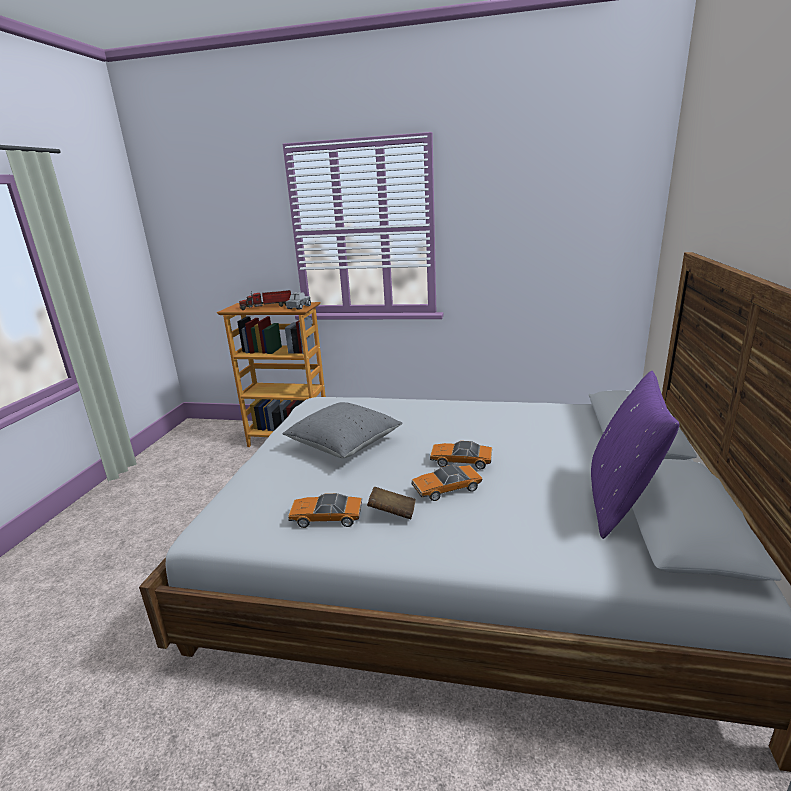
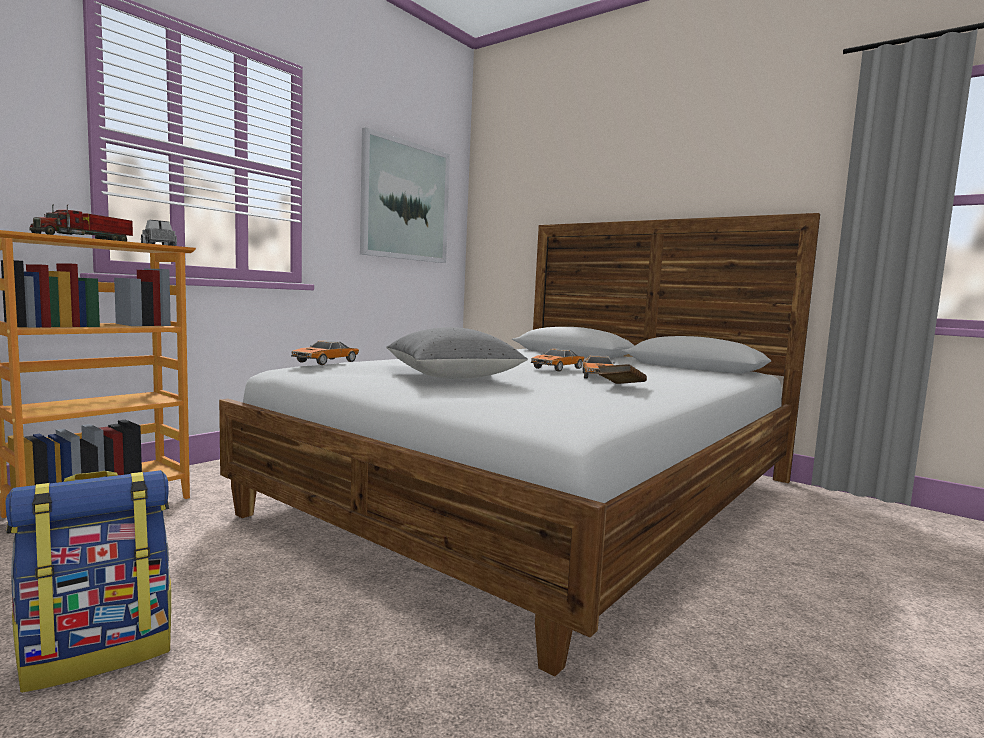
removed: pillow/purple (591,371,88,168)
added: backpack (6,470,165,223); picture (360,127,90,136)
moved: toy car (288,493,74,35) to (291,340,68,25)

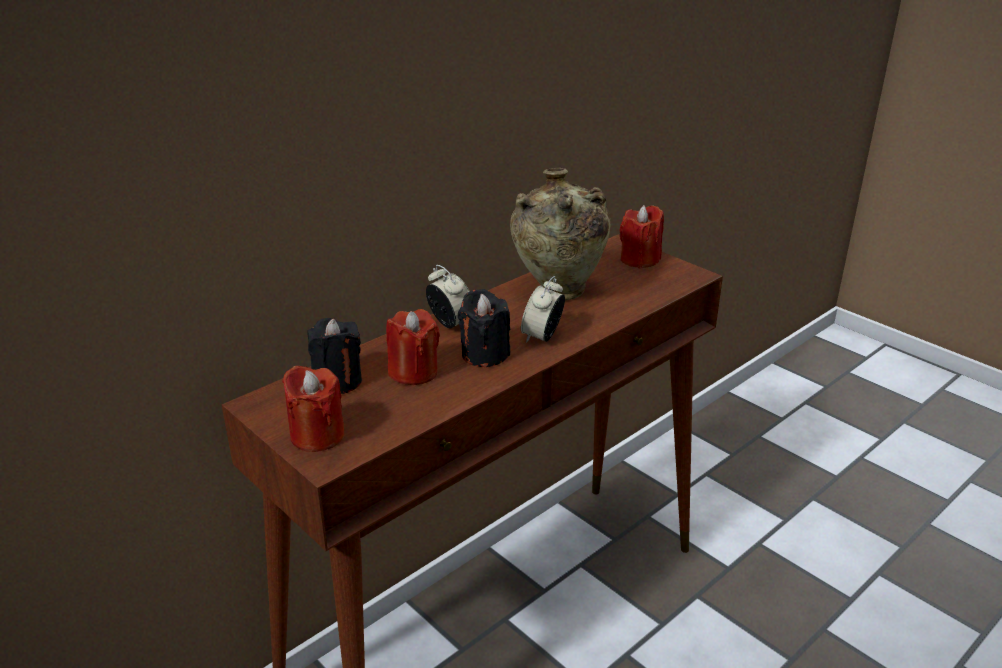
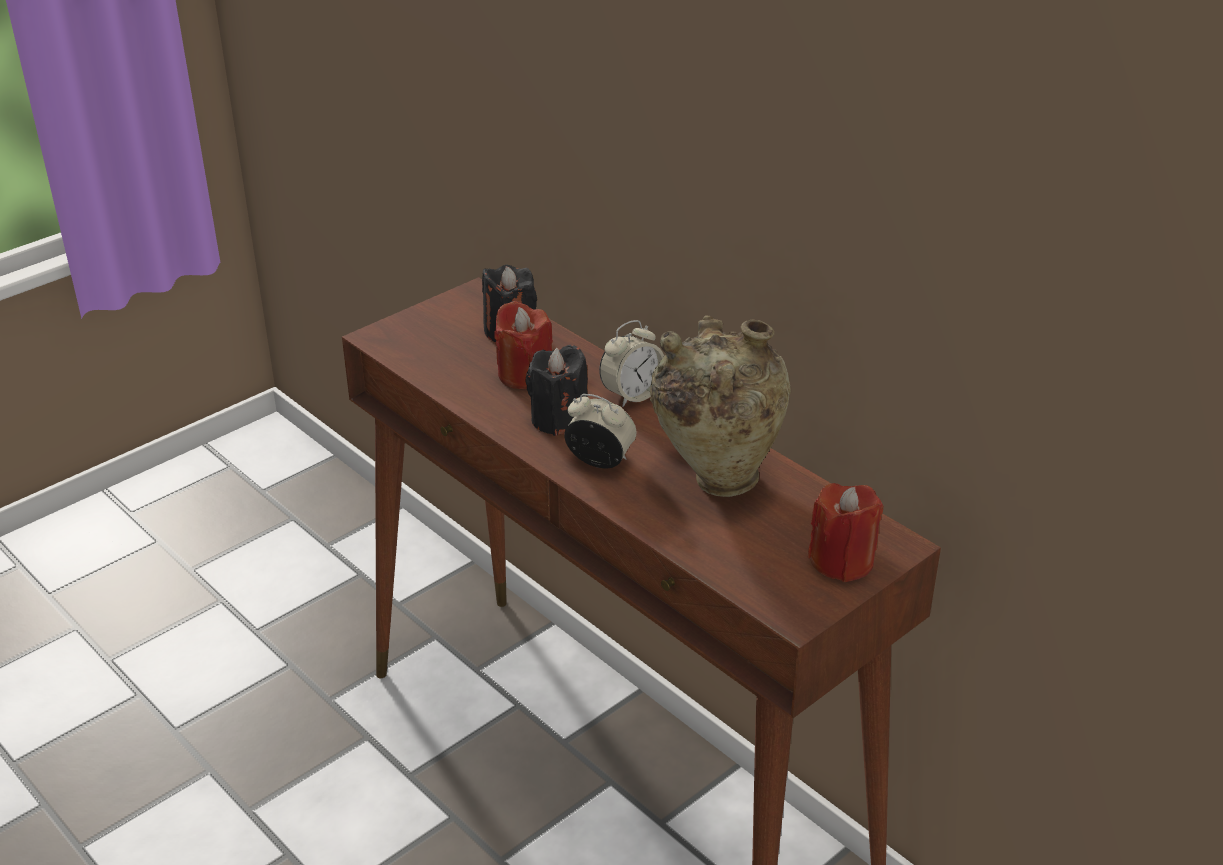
removed: candle/red (282,365,62,87)

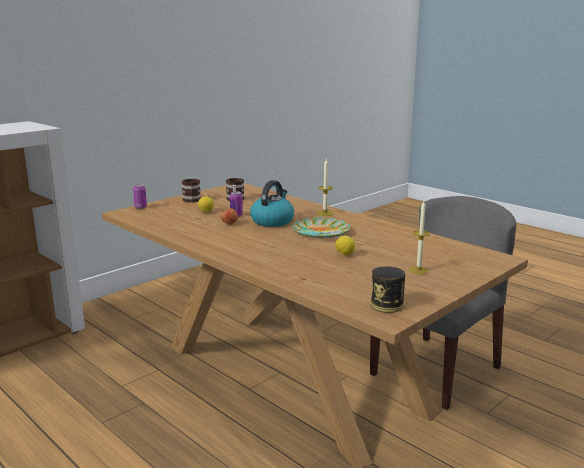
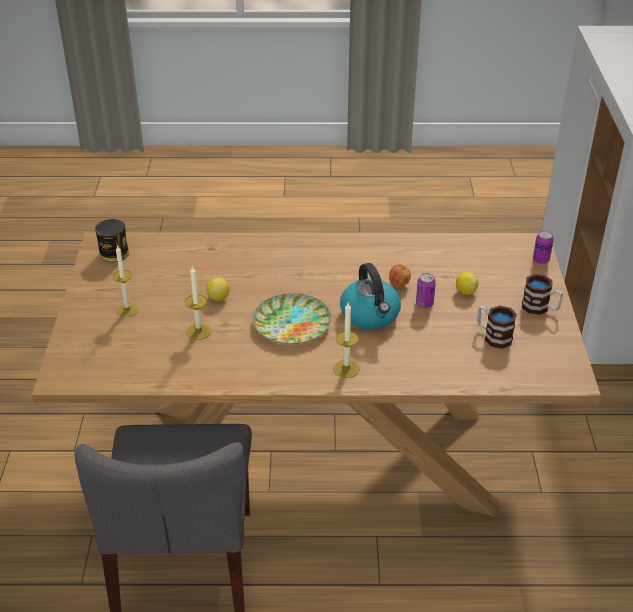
added: candle (185,266,26,74)

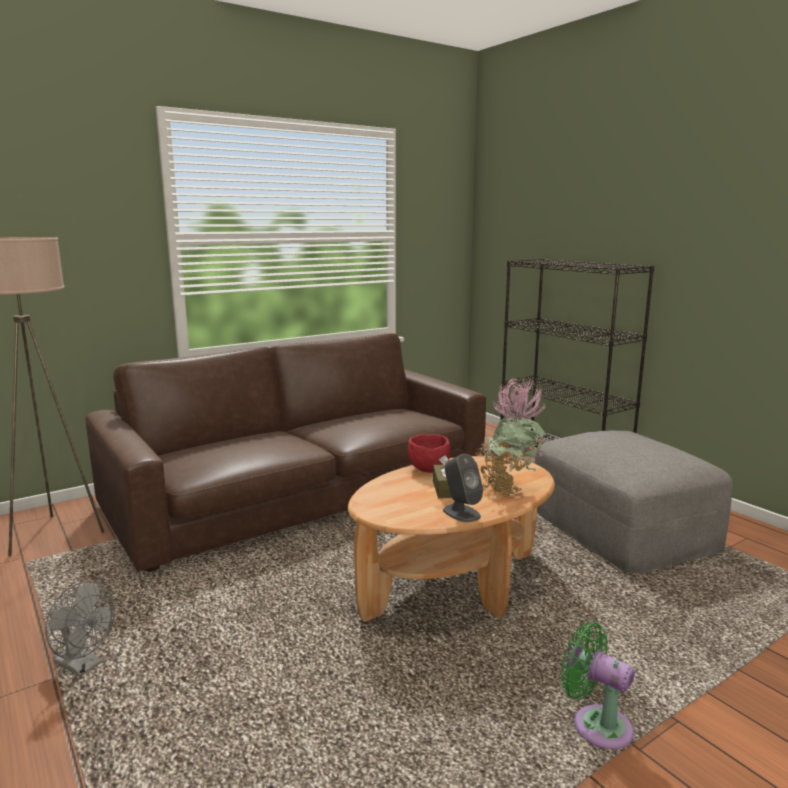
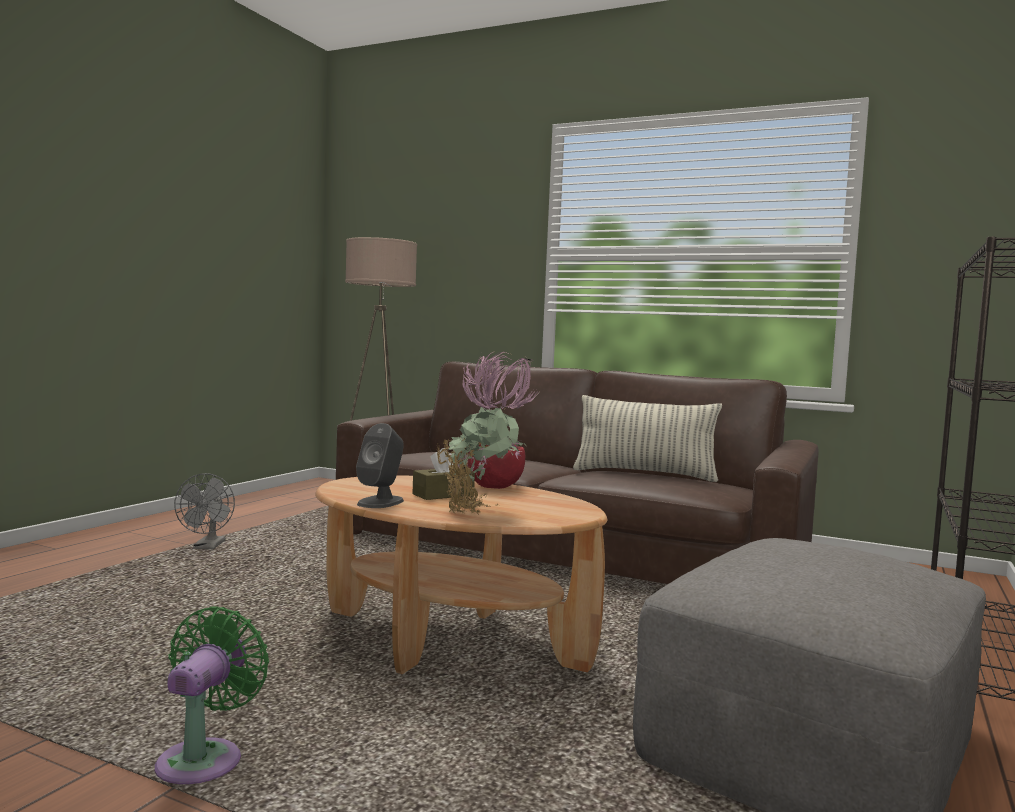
added: pillow (573,395,149,87)

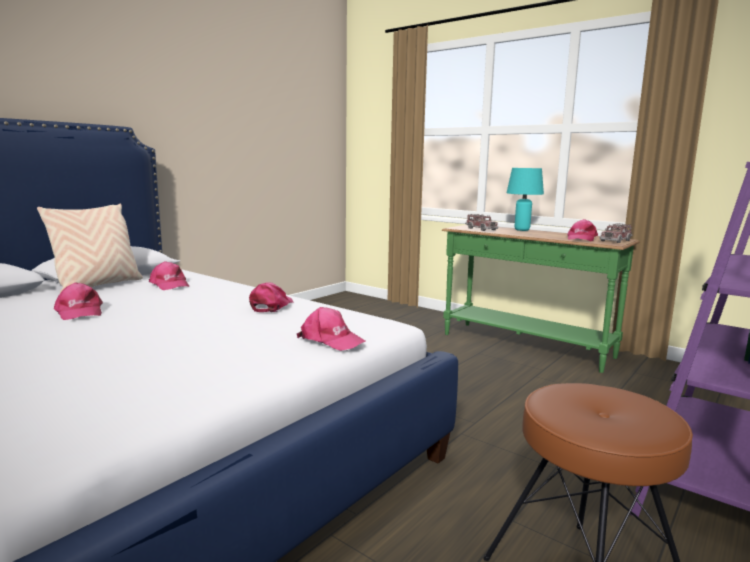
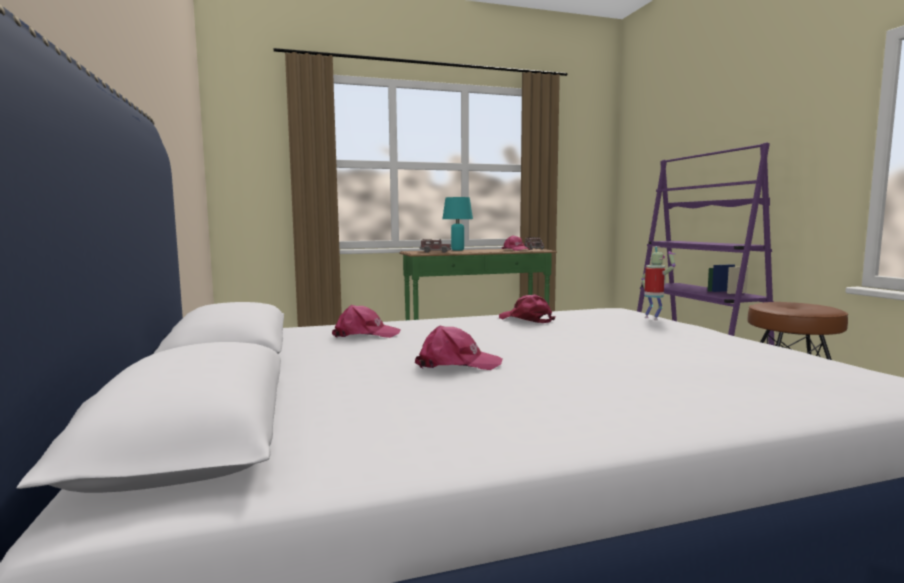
removed: pillow/beige (37,203,106,90)
replaced: cap/pink (297,307,69,44) to toy robot (641,246,35,74)

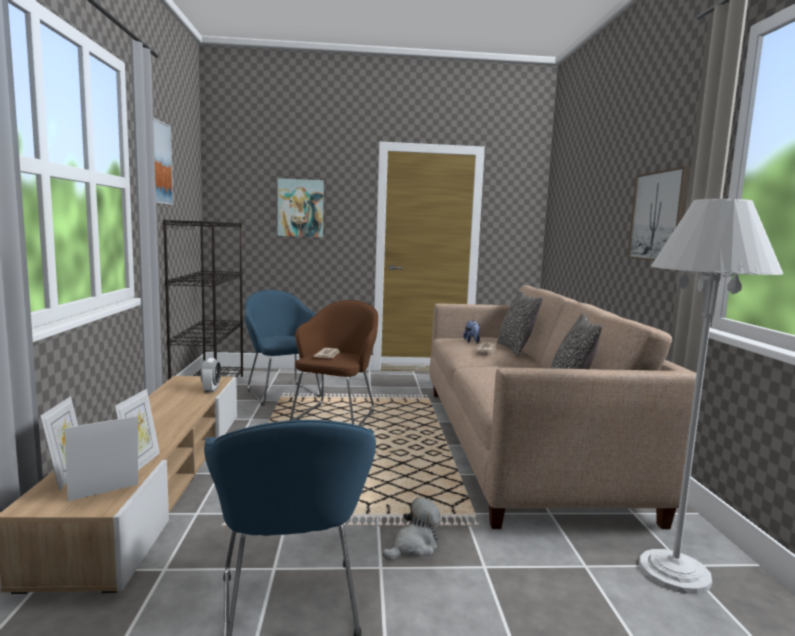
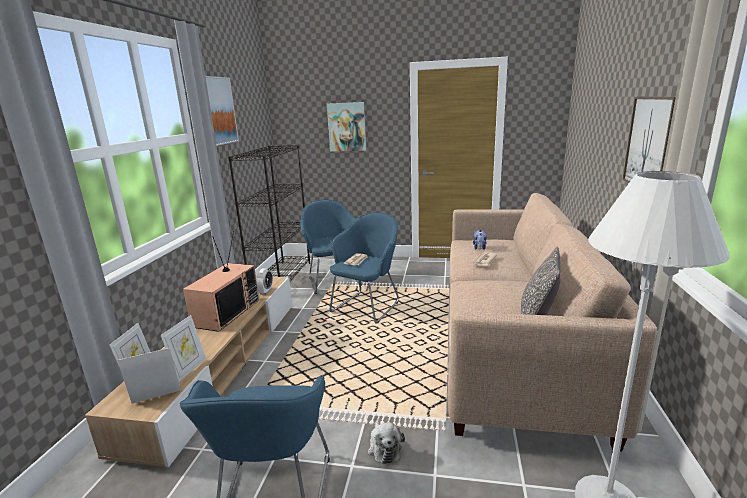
removed: pillow (497,290,46,67)
added: television (183,231,76,101)
recoloured: armchair/brown (290,300,88,126) to armchair/blue (330,212,69,112)
turned: plush toy (382,497,59,63) = (368,420,37,44) 105 degrees clockwise

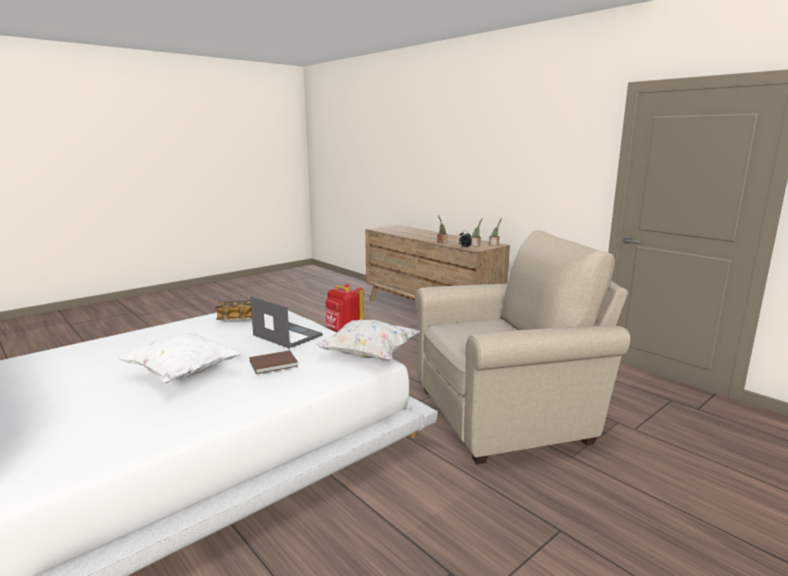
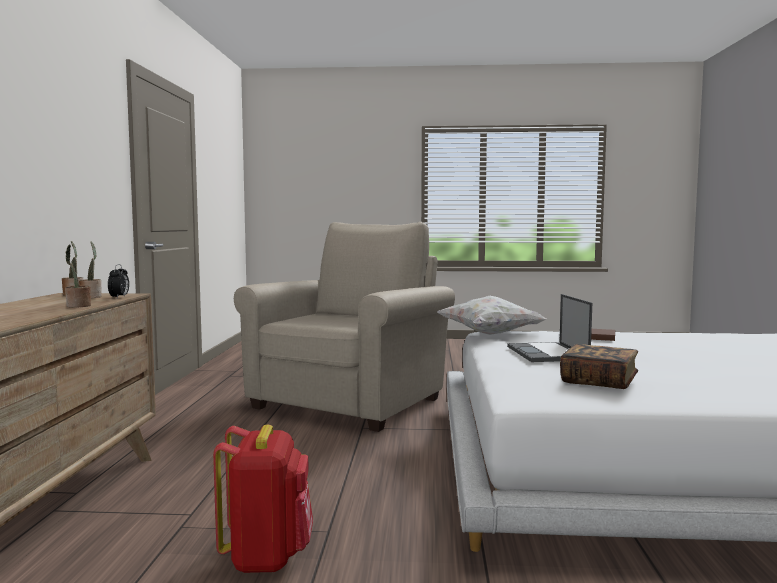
removed: pillow/white (118,332,123,51)
turned: armchair/beige (415,230,215,235) = (234,222,221,210) 90 degrees clockwise

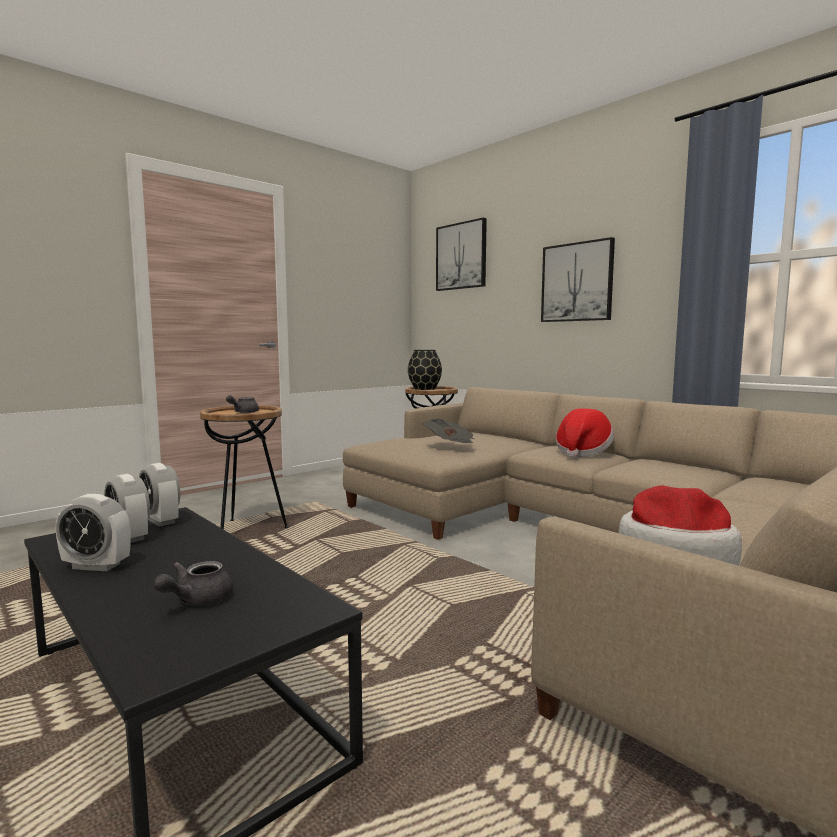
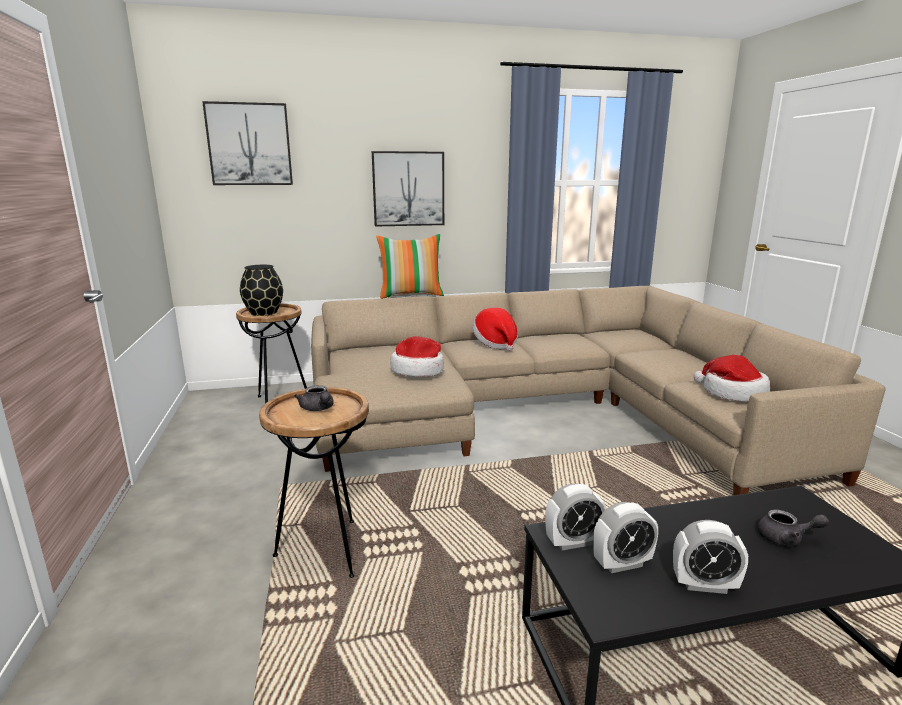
added: pillow (376,234,68,65)
replaced: newspaper (422,419,52,24) to hat (390,336,54,41)
turned: alarm clock (56,494,75,77) = (673,520,75,74) 60 degrees clockwise; teapot/grey (154,561,79,45) = (757,509,72,37) 45 degrees counterclockwise

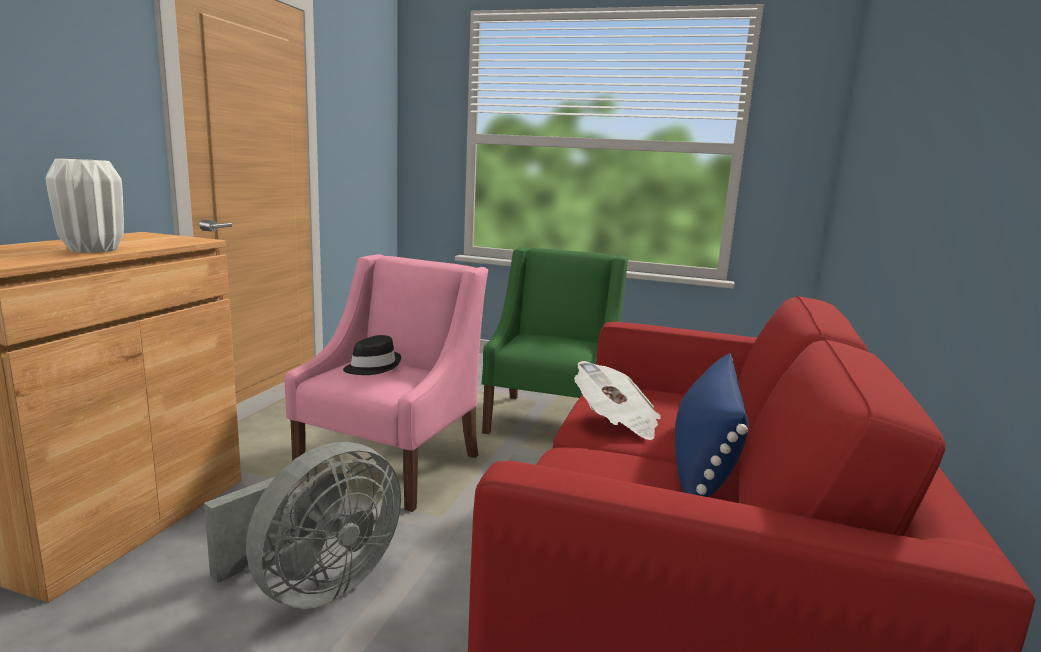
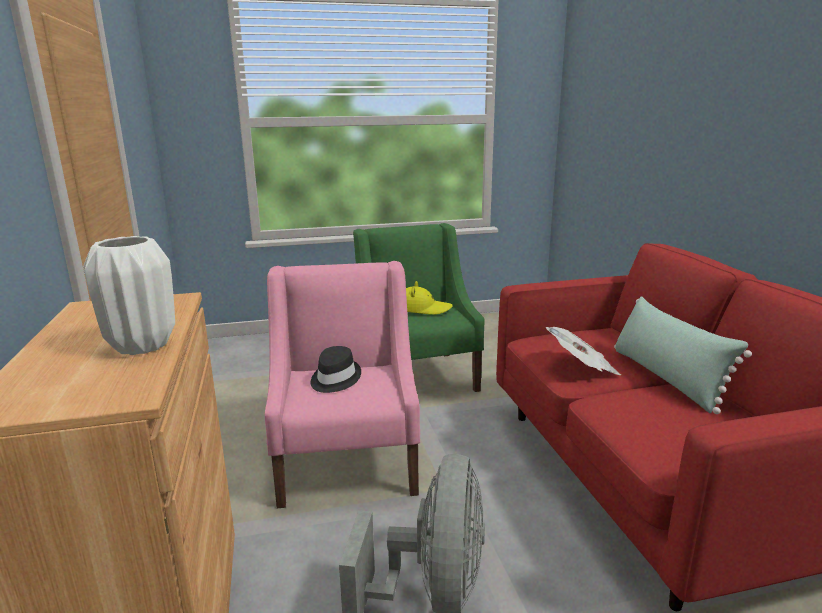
added: hat/yellow (406,281,47,34)
recoloured: pillow/blue (675,353,74,144) to pillow/green (614,296,138,118)

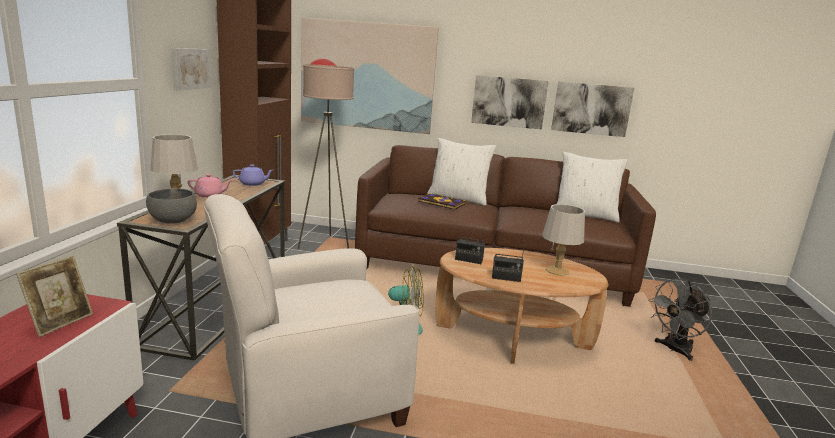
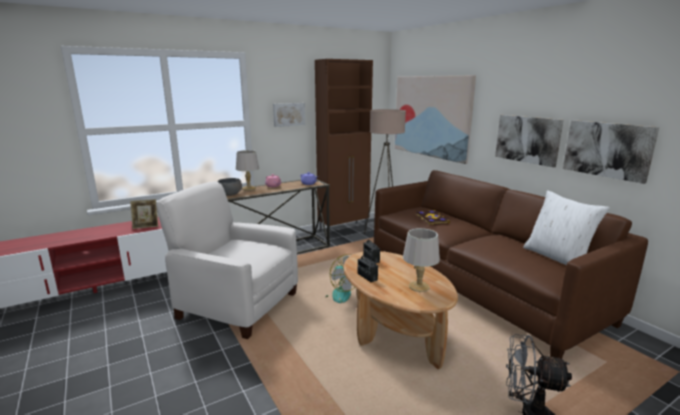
removed: pillow/white (427,138,69,68)

